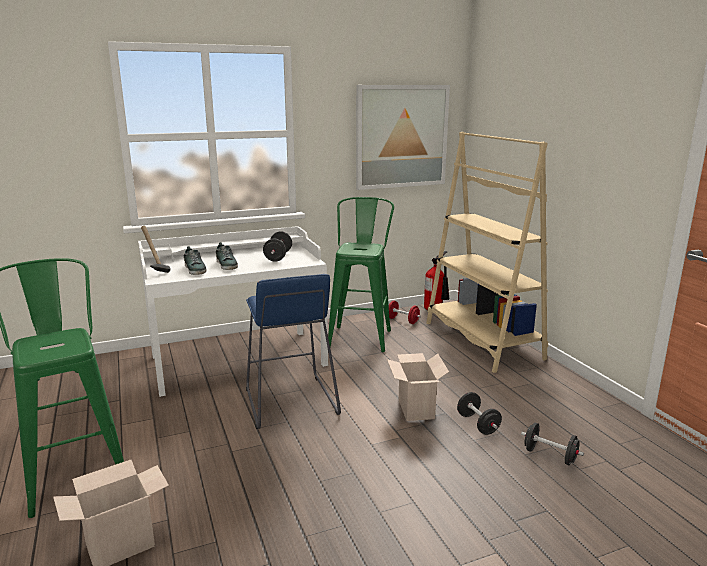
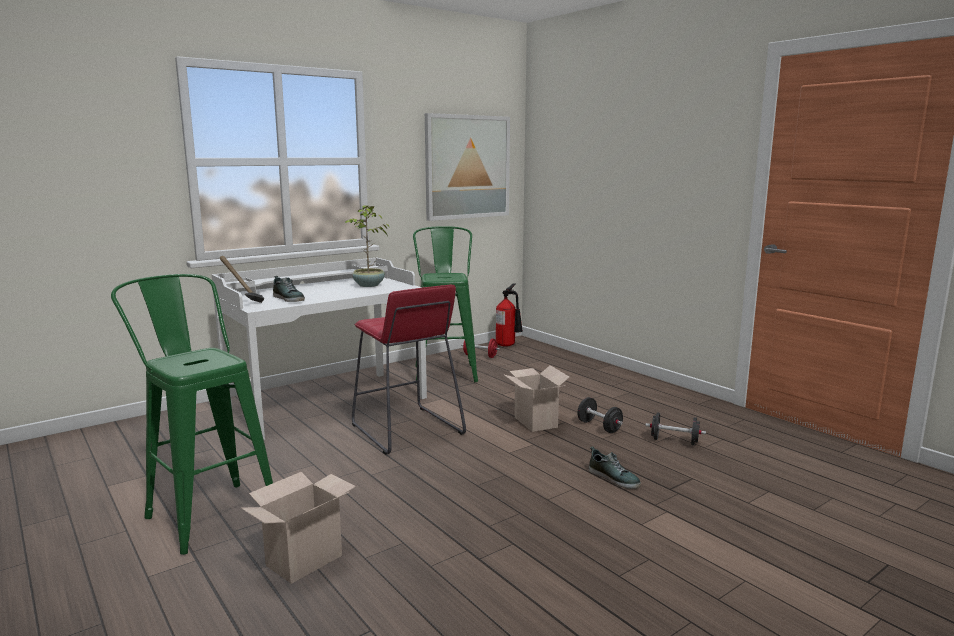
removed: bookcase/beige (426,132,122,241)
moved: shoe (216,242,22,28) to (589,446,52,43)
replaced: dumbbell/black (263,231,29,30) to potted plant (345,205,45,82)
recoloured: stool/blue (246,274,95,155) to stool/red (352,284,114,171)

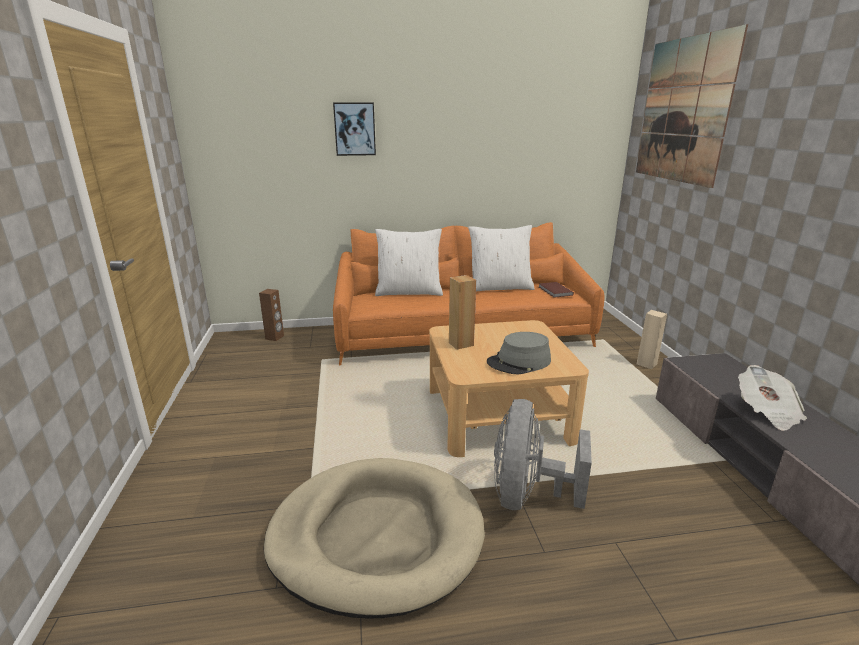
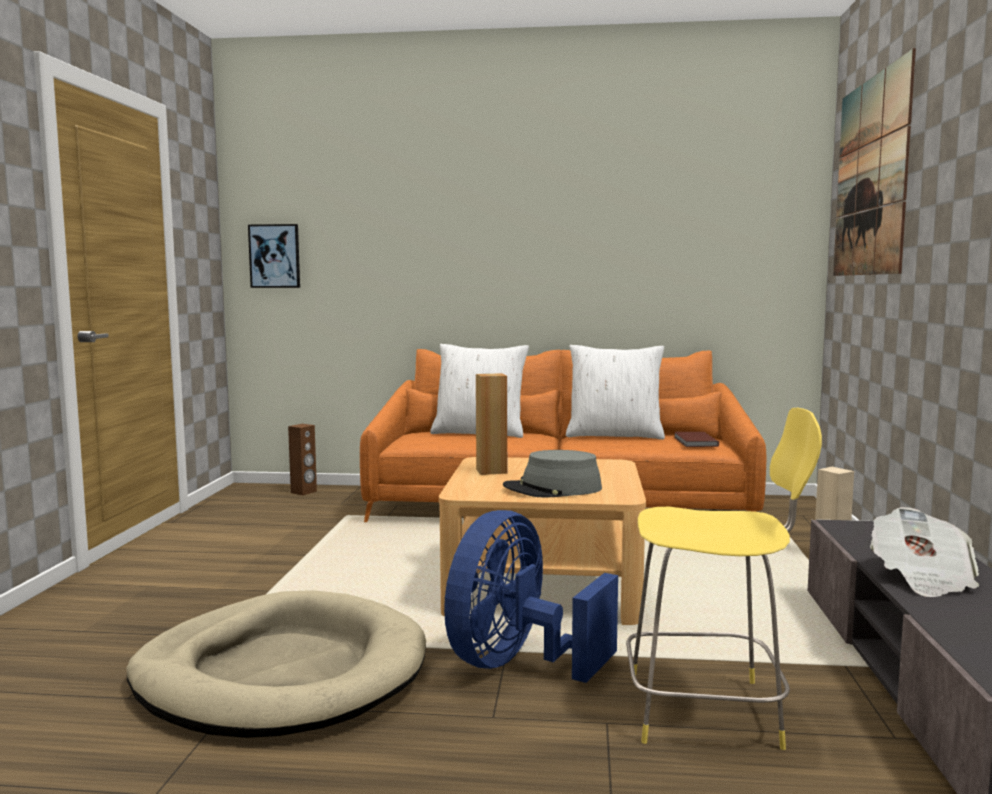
added: stool/yellow (626,408,196,342)
moved: picture (333,102,43,54) to (248,224,52,64)
recoloured: fan/grey (494,399,98,111) to fan/blue (444,510,174,173)

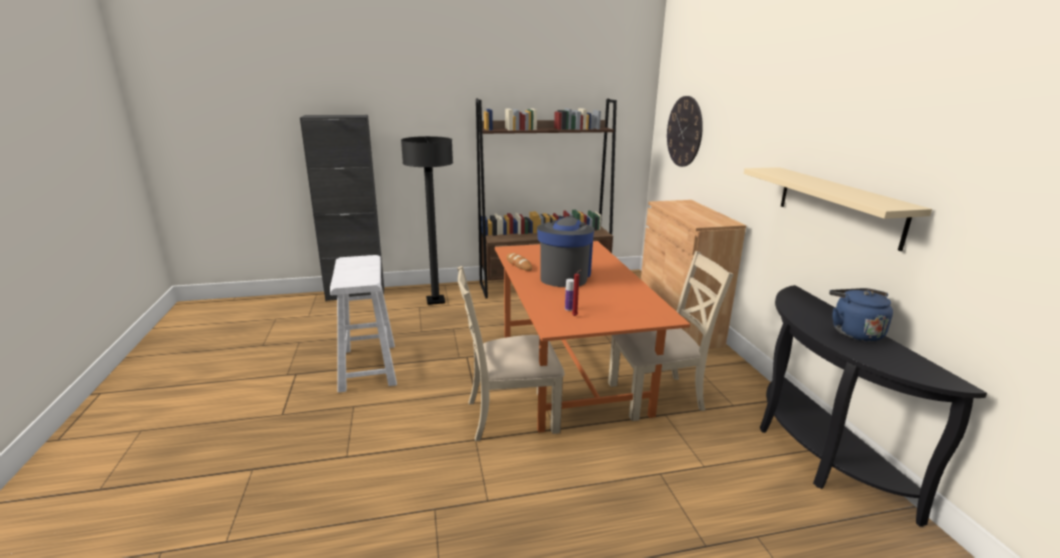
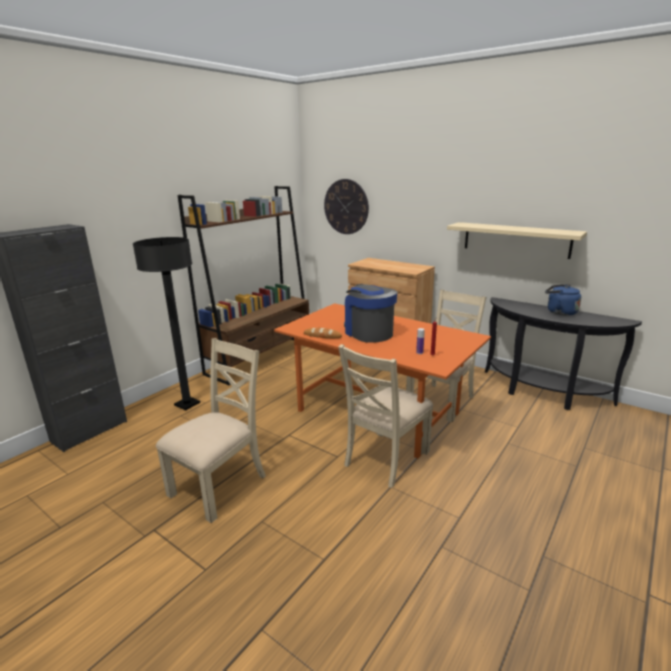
replaced: stool/white (330,255,67,138) to chair/beige (156,338,110,185)

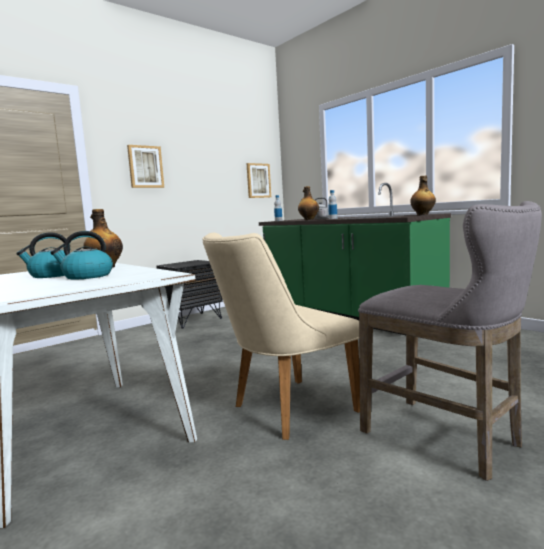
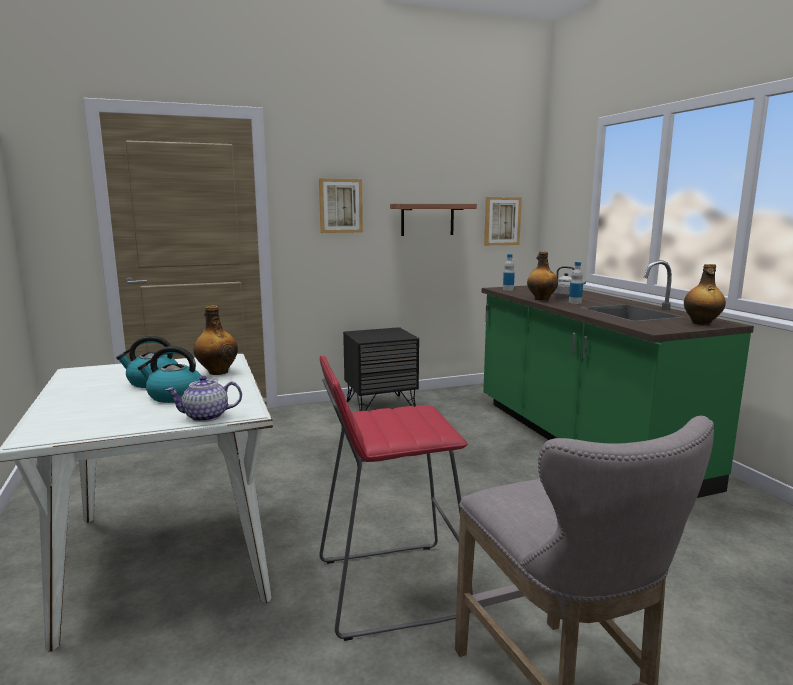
added: teapot (166,376,76,46); shelf (390,204,87,32)
replaced: chair/beige (202,233,158,207) to stool/red (319,355,154,286)

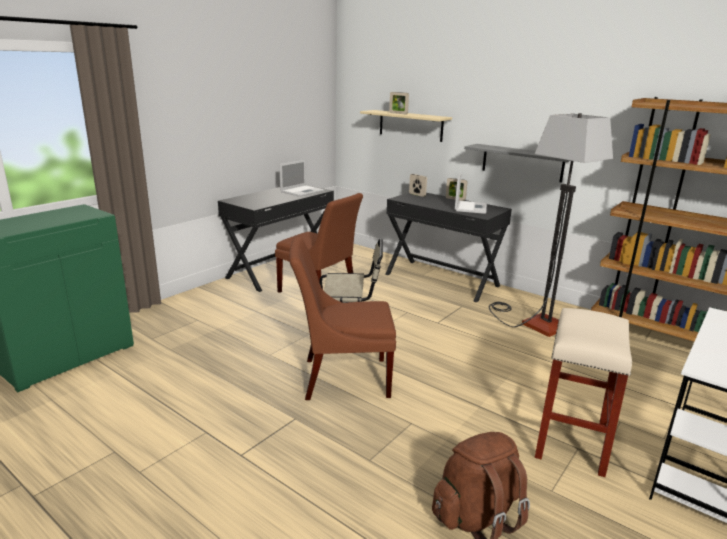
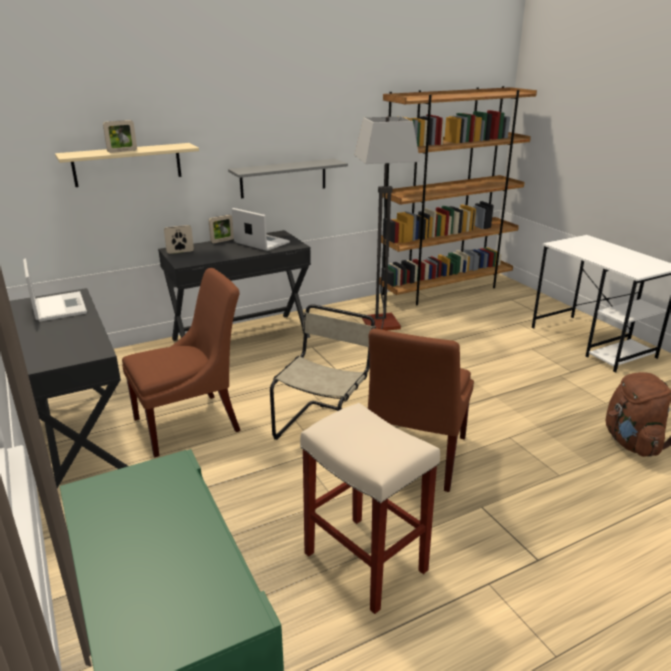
moved: stool/beige (535,308,97,169) to (300,403,140,211)

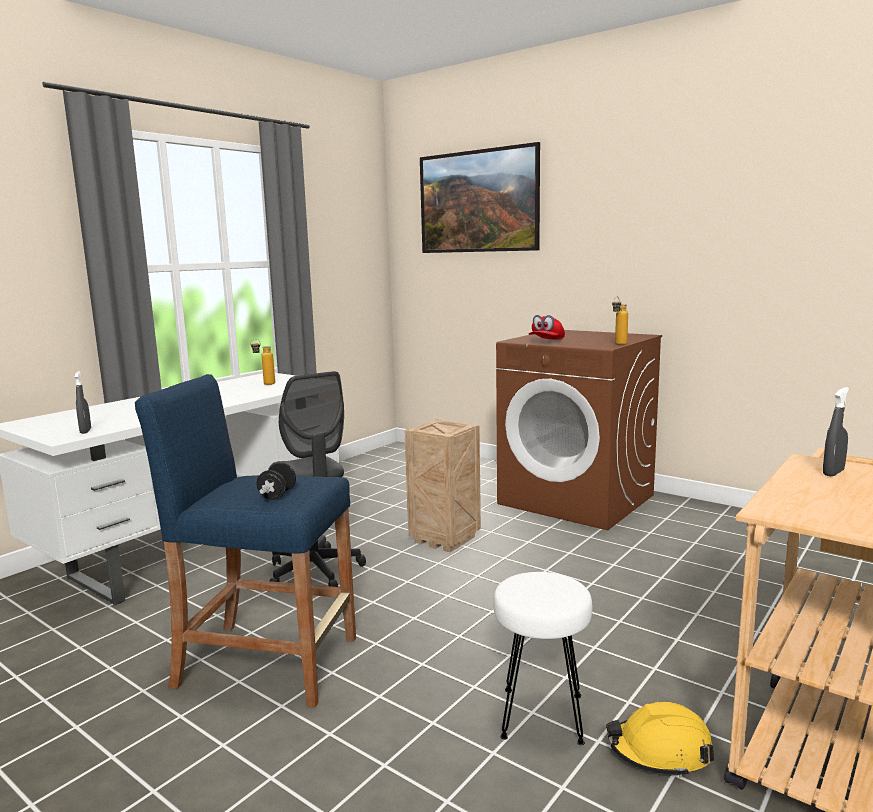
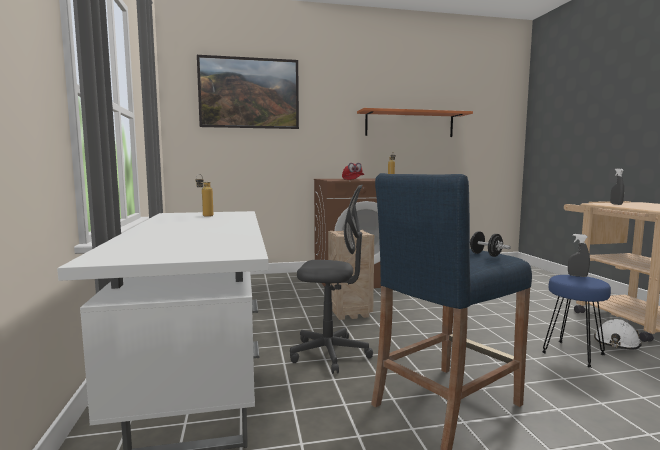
added: shelf/orange (357,108,116,29)
moved: spray bottle/grey (74,371,17,63) to (568,234,22,43)
recoloured: stool/white (493,572,99,173) to stool/blue (542,275,69,93); hard hat/yellow (606,702,108,76) to hard hat/white (594,319,47,30)

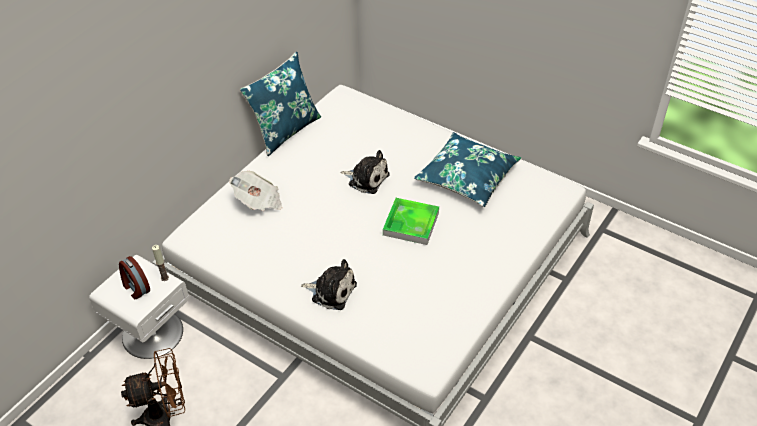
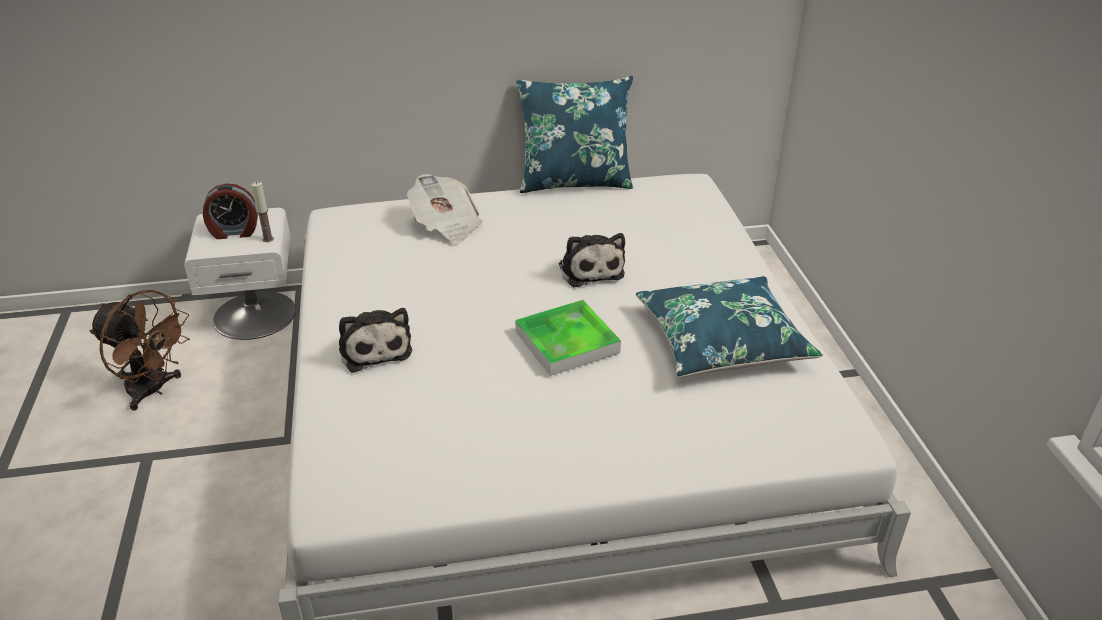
turned: alarm clock (119,256,31,43) = (203,184,55,55) 105 degrees counterclockwise

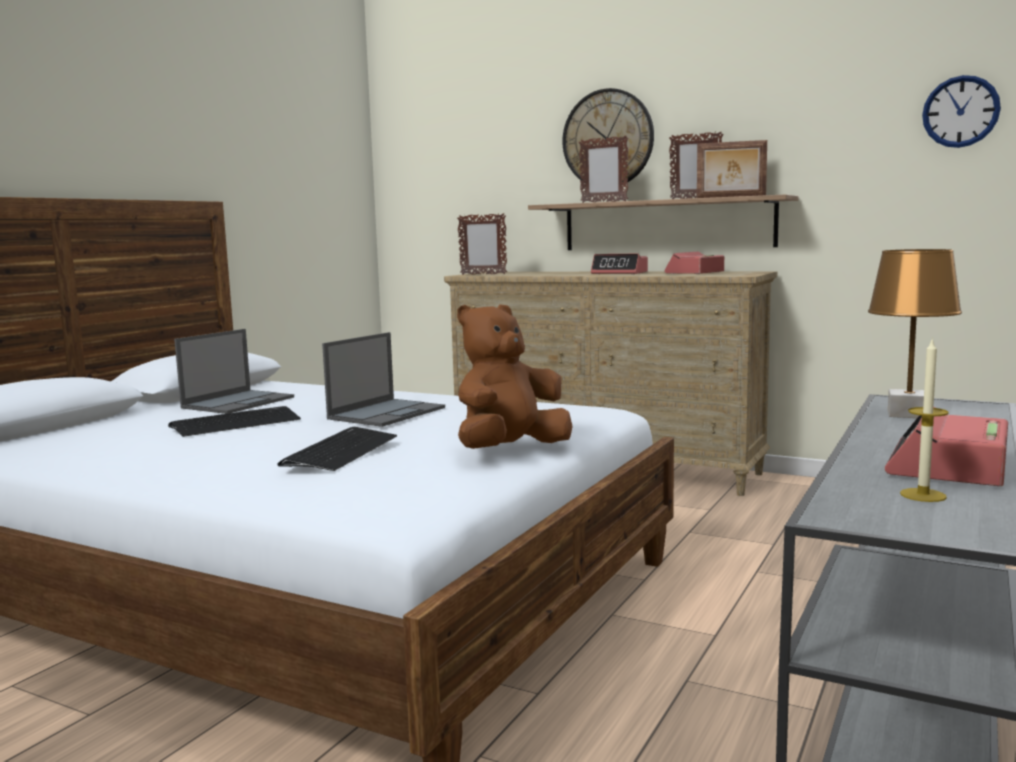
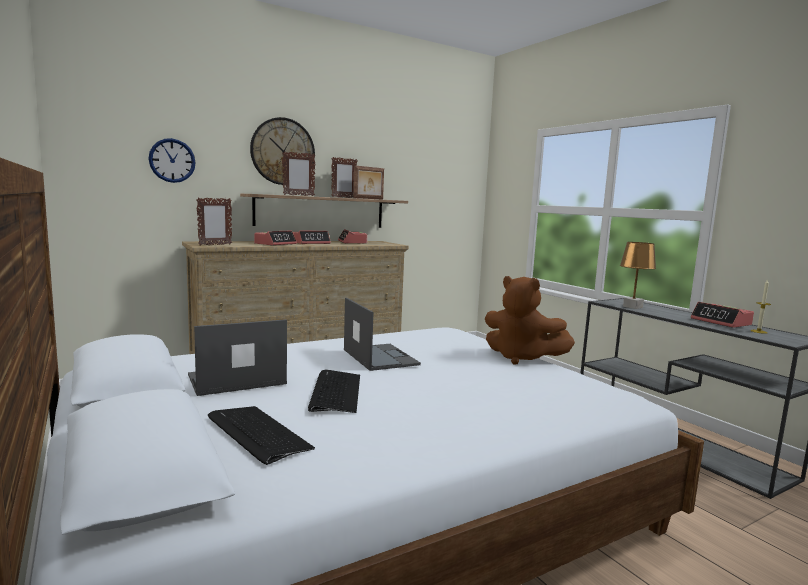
added: alarm clock (254,231,43,15)
moved: keyboard (277,427,120,44) to (208,406,107,59); wall clock (922,75,79,73) to (149,138,47,45)
turned: laptop (174,329,120,85) = (188,319,99,77) 90 degrees counterclockwise; plush toy/brown (457,304,116,145) = (485,276,90,89) 45 degrees counterclockwise

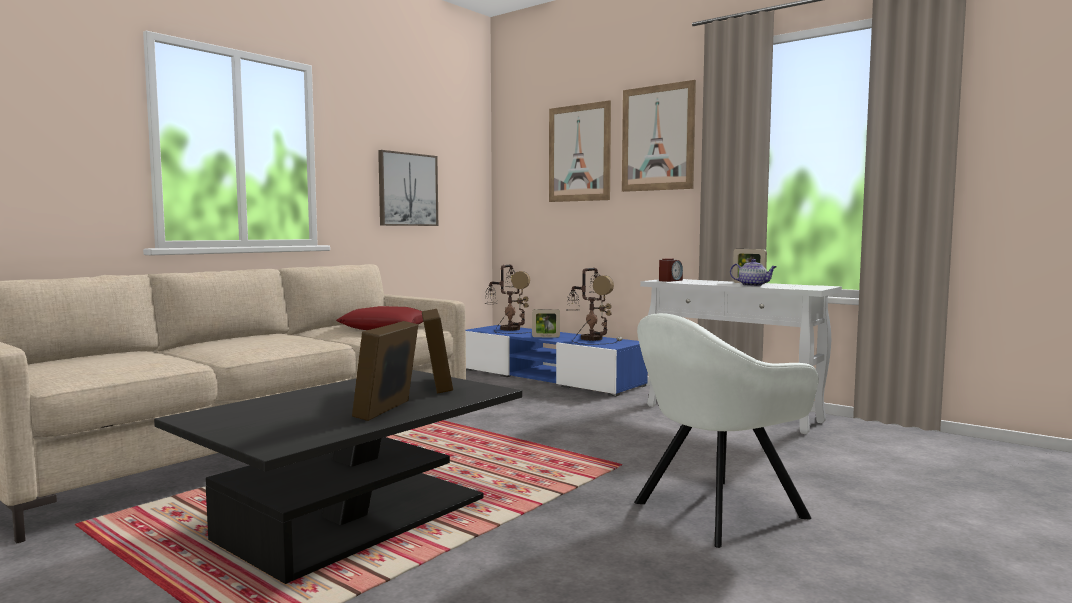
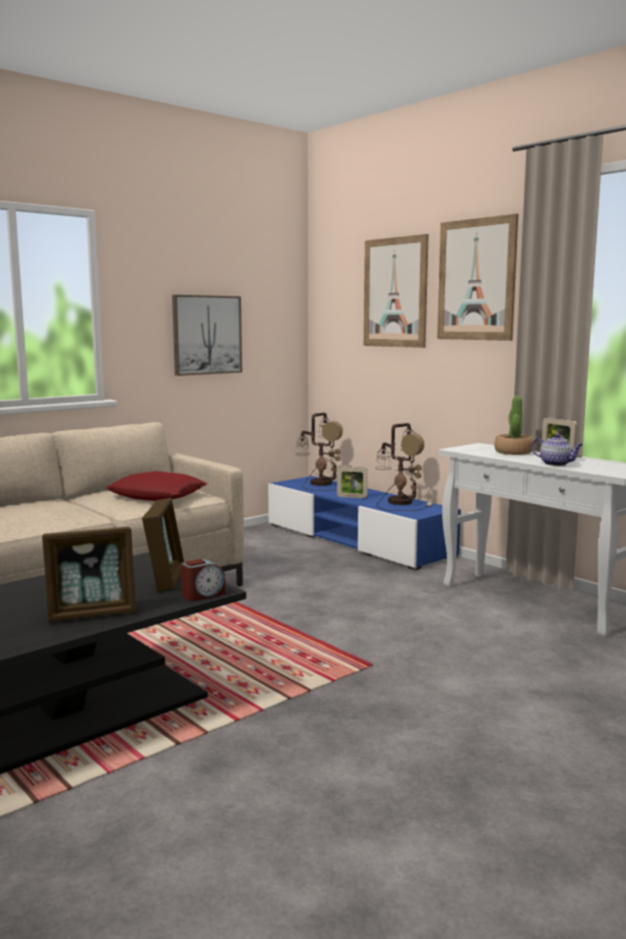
removed: armchair/white (634,313,185,235)
added: potted plant (494,396,39,59)
moved: alarm clock (659,258,24,24) to (181,559,44,42)
turned: picture frame (352,321,66,100) = (42,527,94,95) 135 degrees counterclockwise

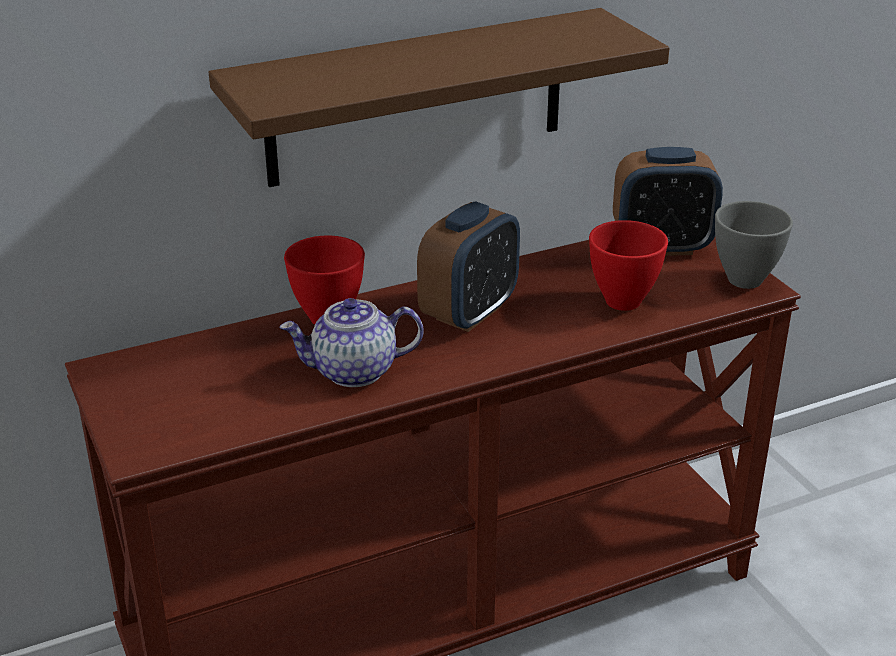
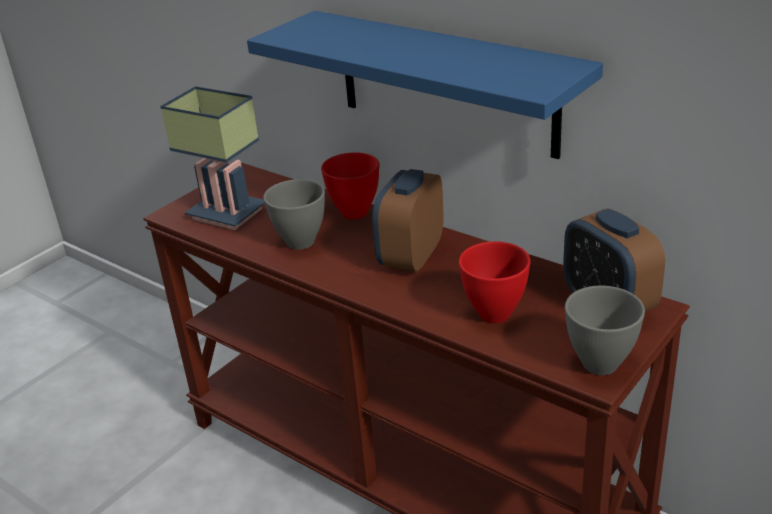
added: table lamp (160,86,105,144)
replaced: teapot (280,298,143,89) to bowl/grey (263,179,62,71)
recoloured: shelf/brown (209,8,460,179) to shelf/blue (247,11,356,148)
turned: alarm clock (417,201,103,131) = (372,169,72,104) 105 degrees clockwise

